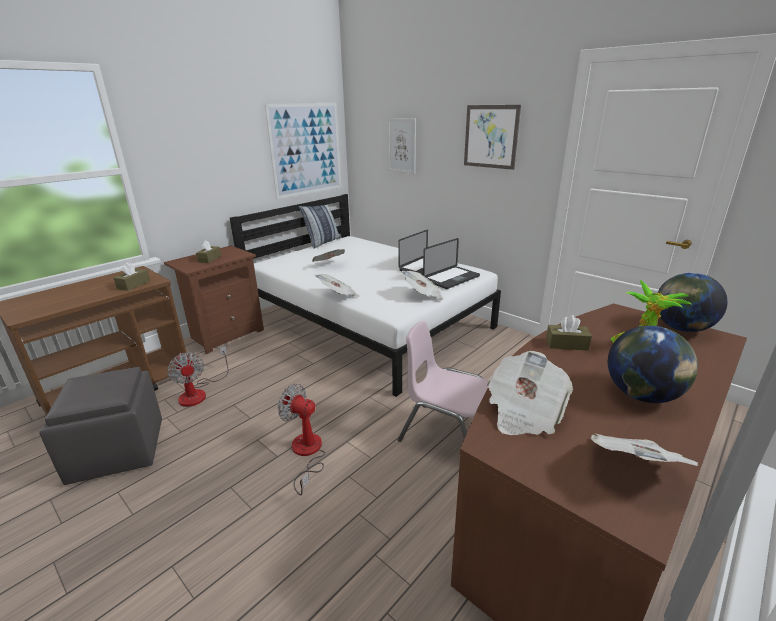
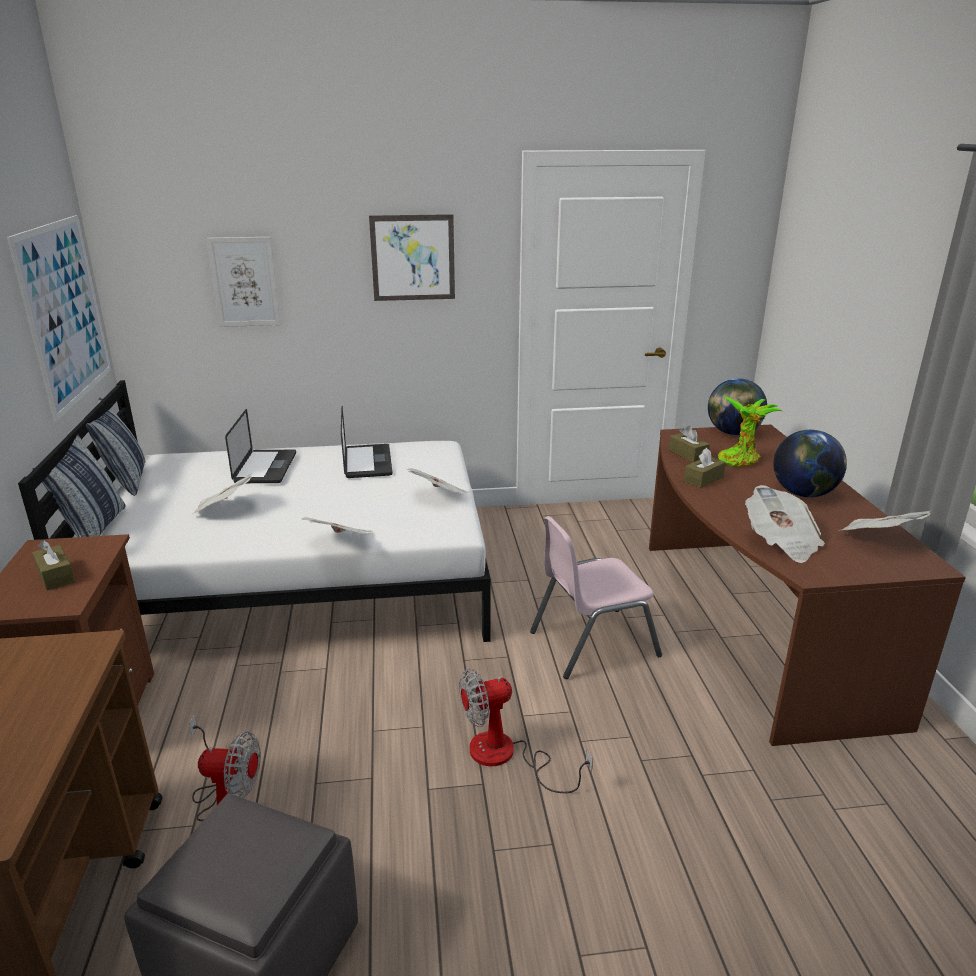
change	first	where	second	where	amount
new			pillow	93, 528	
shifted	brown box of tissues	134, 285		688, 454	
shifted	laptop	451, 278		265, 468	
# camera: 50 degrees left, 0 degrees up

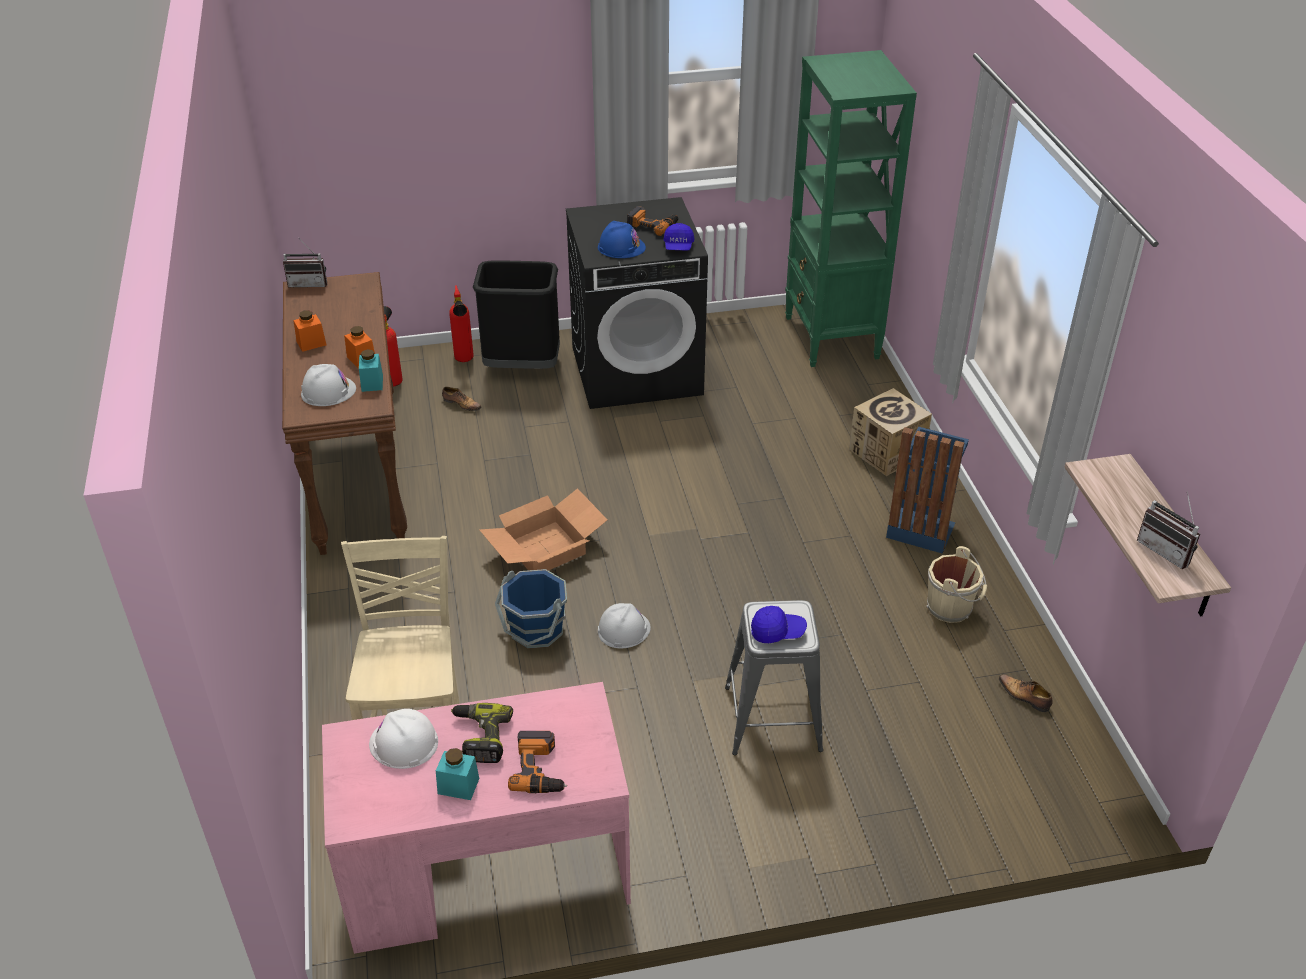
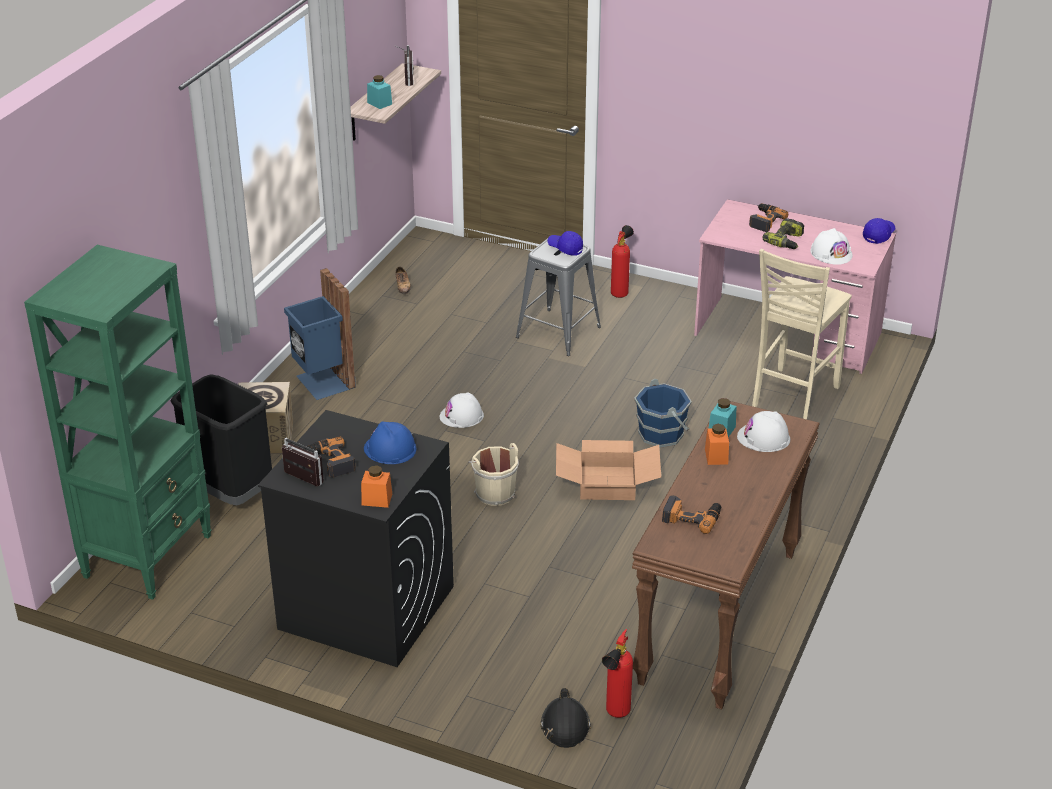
change	first	where	second	where	amount
gone	shoe	461, 404			
new			blackish hard hat	565, 726	
new			drill	691, 517	
shifted	radio receiver	309, 283		300, 480	
shifted	orange jar	311, 343		377, 499	
shifted	turquoise jar	458, 786		379, 103	
shifted	fire-fighting cylinder	464, 361		620, 293	
shifted	blackish rubbish bin	522, 367		231, 493	
shifted	white-coloured hard hat	623, 629		461, 416	
shifted	blue baseball cap	678, 246		878, 235	
shifted	beige pail	951, 608		494, 493	
# camera: 145 degrees left, 5 degrees down

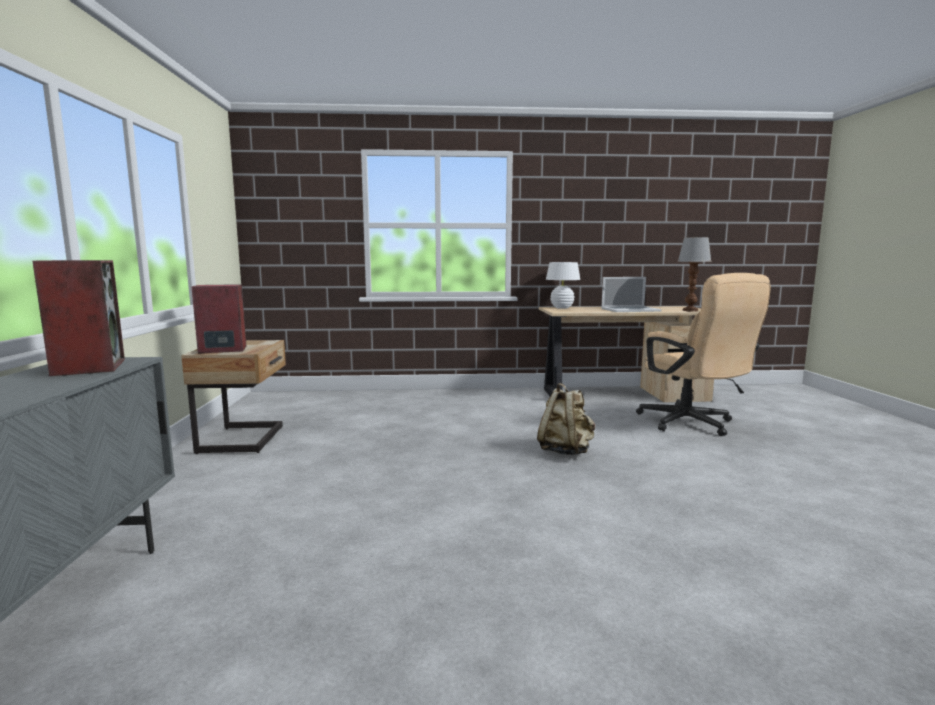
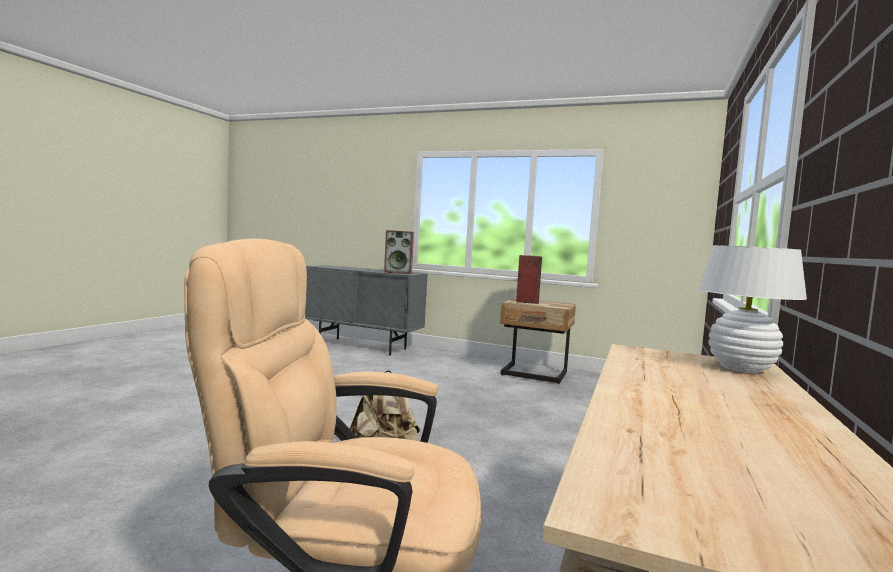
change	first	where	second	where	amount
gone	laptop	630, 310			
gone	lamp for a table	691, 310			
# camera: 115 degrees right, 5 degrees down

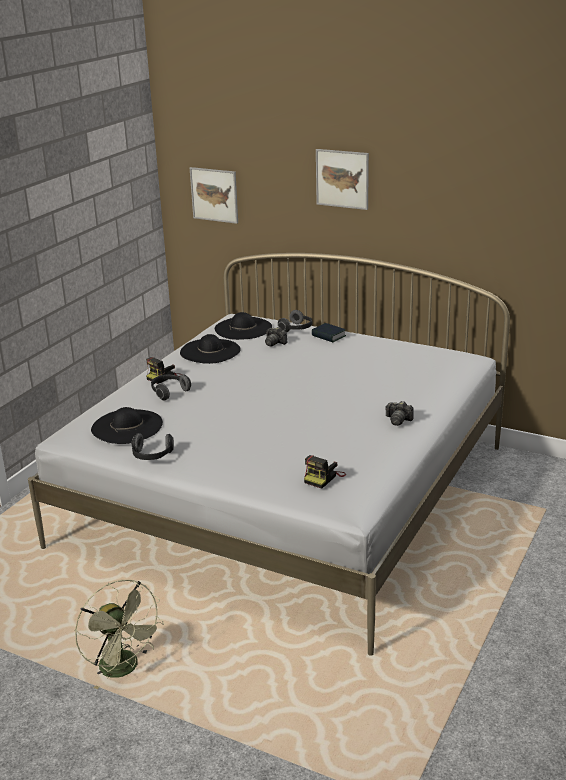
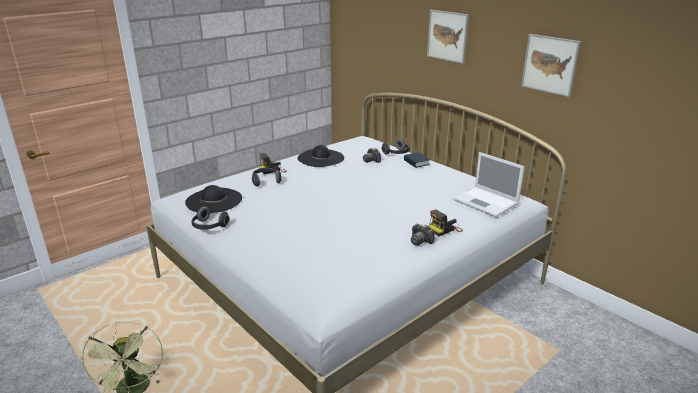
change	first	where	second	where	amount
gone	blackish wearable hat	243, 328			
new			laptop	486, 202	
shifted	picture	214, 195		550, 64	
shifted	still camera	323, 477		444, 229	
# camera: 20 degrees right, 0 degrees up

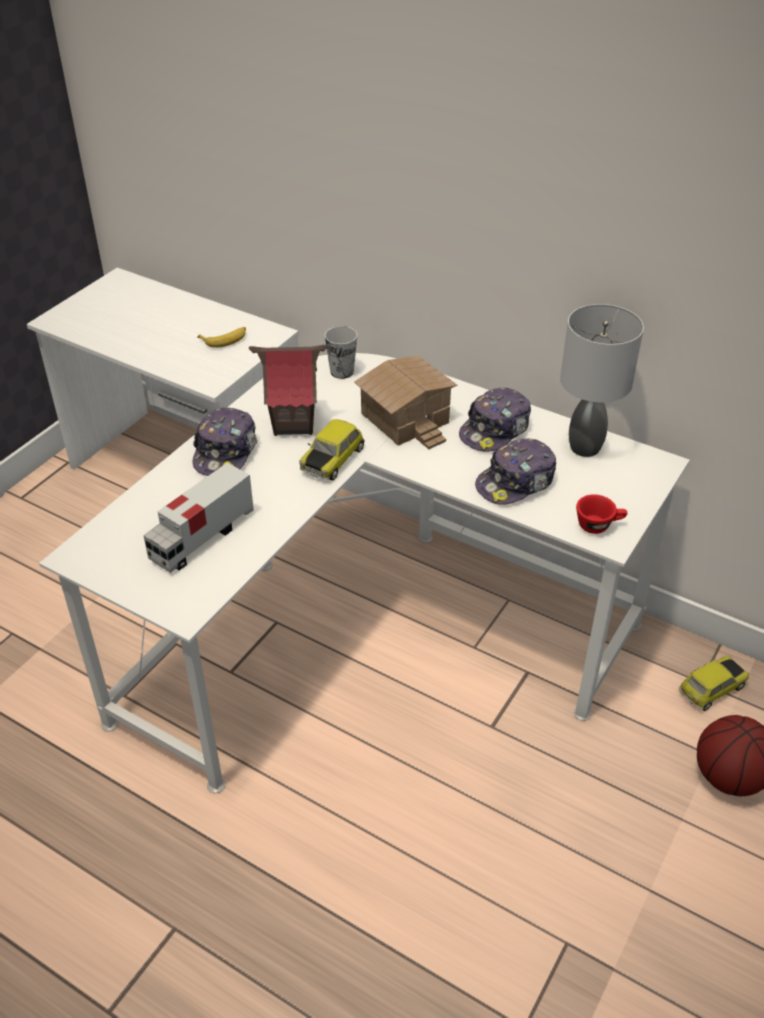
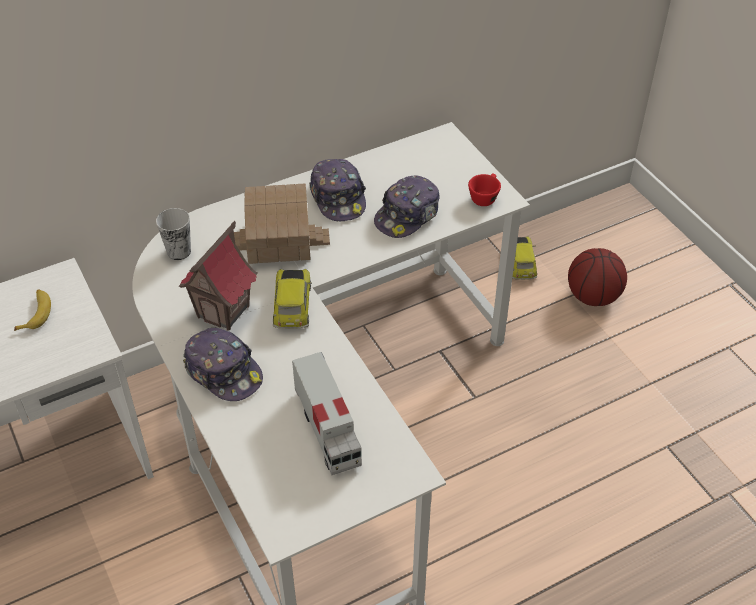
change	first	where	second	where	amount
gone	grey lamp for a table	585, 447			
rotated	model car	332, 459		293, 306	150 degrees counterclockwise
rotated	baseball cap	516, 482		407, 215	45 degrees clockwise
# camera: 60 degrees left, 5 degrees up

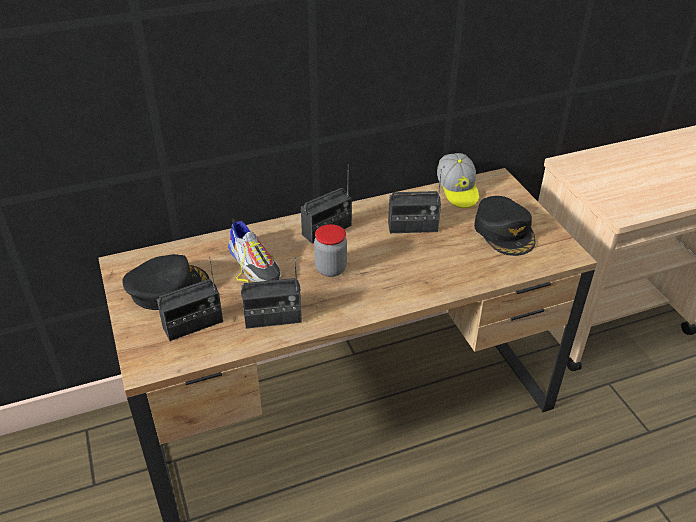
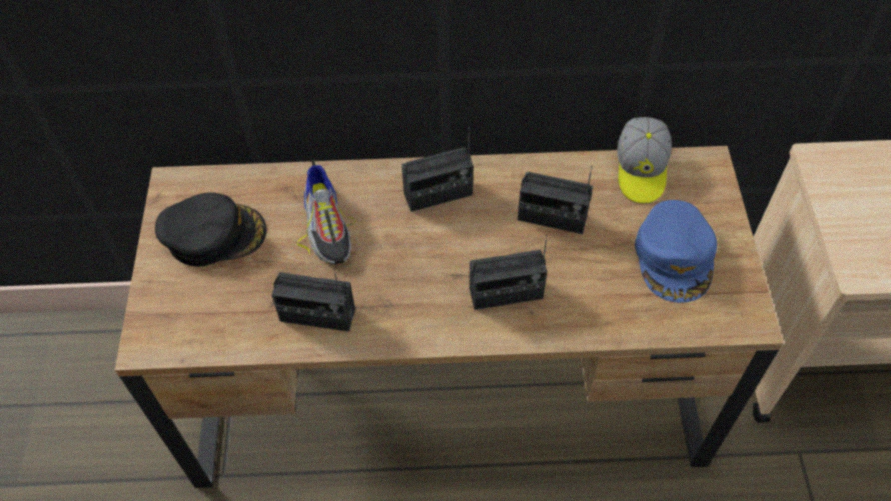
change	first	where	second	where	amount
gone	jar	330, 269			
shifted	radio receiver	193, 325		506, 294	
repainted	blackish baseball cap	504, 231	blue baseball cap	675, 257	
# camera: 20 degrees right, 15 degrees up

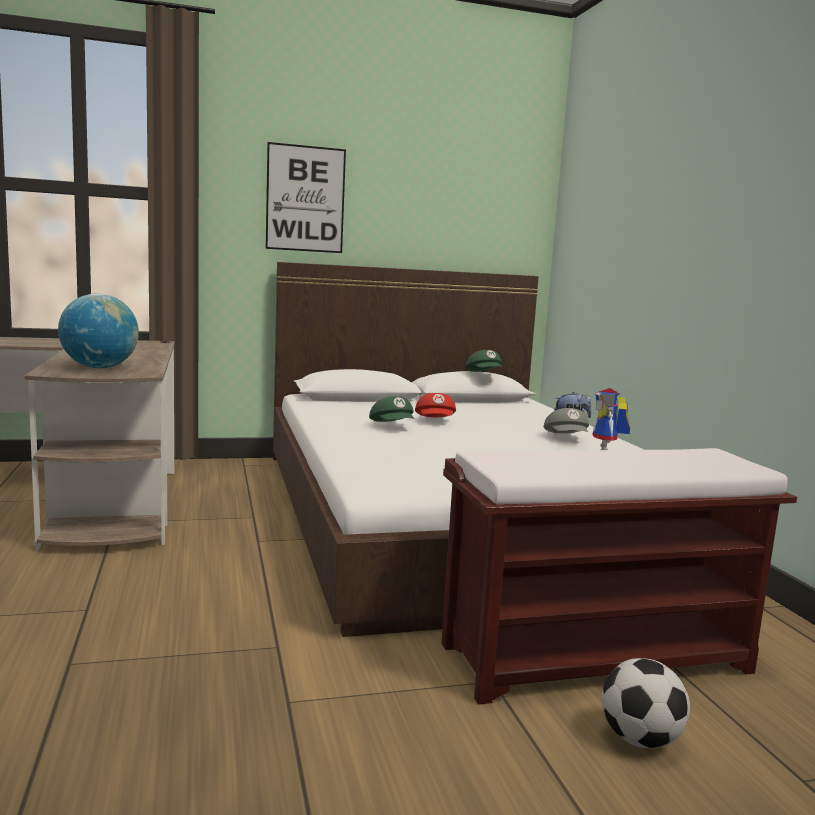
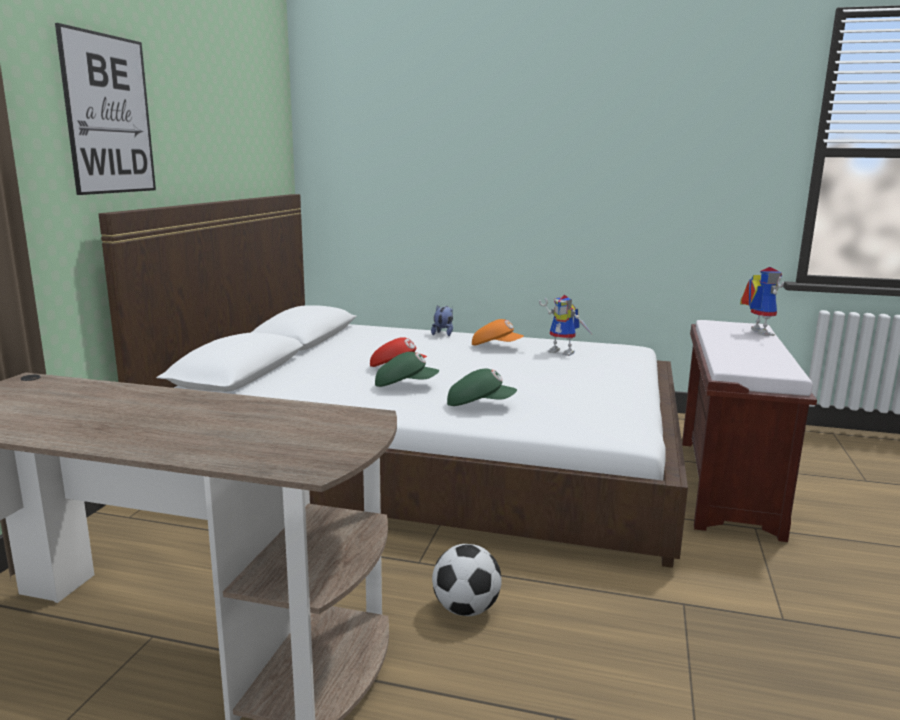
change	first	where	second	where	amount
gone	globe	100, 368			
new			model robot	756, 332	
shifted	greenish baseball cap	484, 374		479, 405	
shifted	football	640, 740		466, 609	
repainted	grey baseball cap	567, 438	orange baseball cap	496, 346	
# camera: 60 degrees left, 5 degrees up

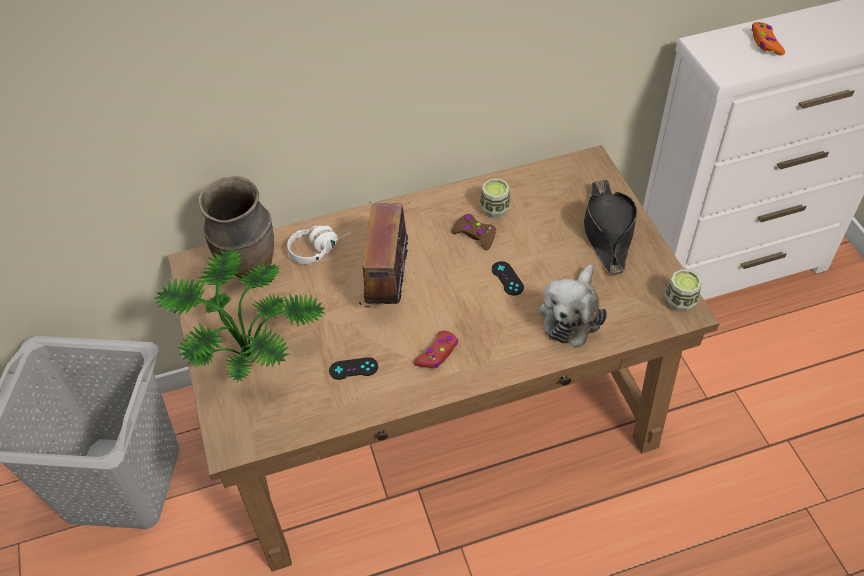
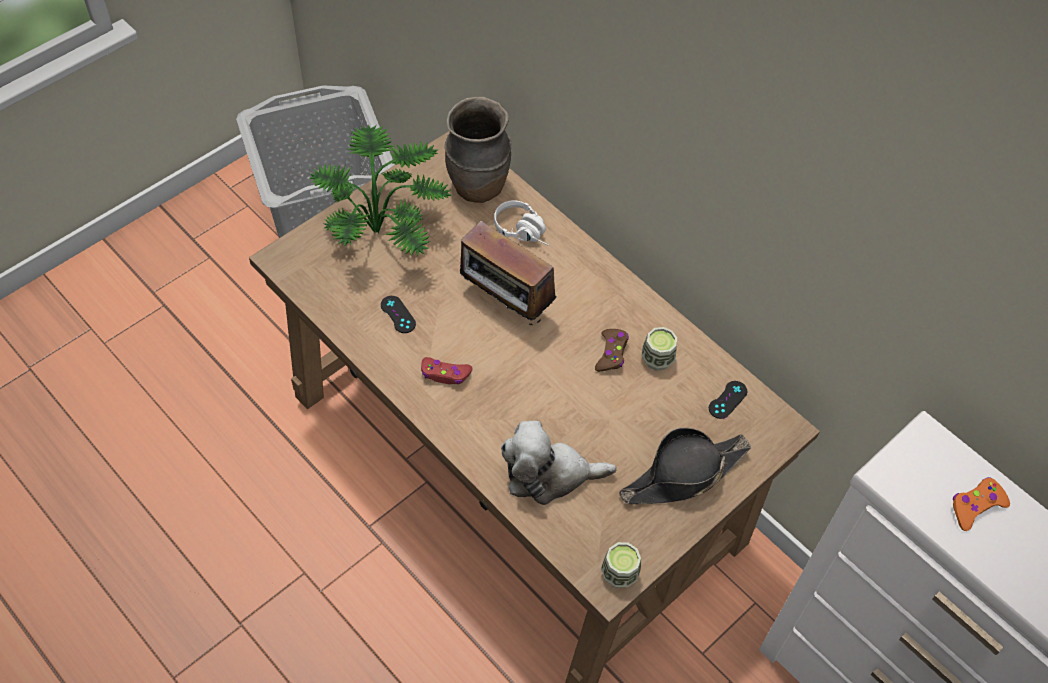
change	first	where	second	where	amount
shifted	blackish joypad	507, 278		727, 400	
rotated	radio receiver	387, 287		505, 304	120 degrees counterclockwise
# camera: 60 degrees right, 5 degrees up

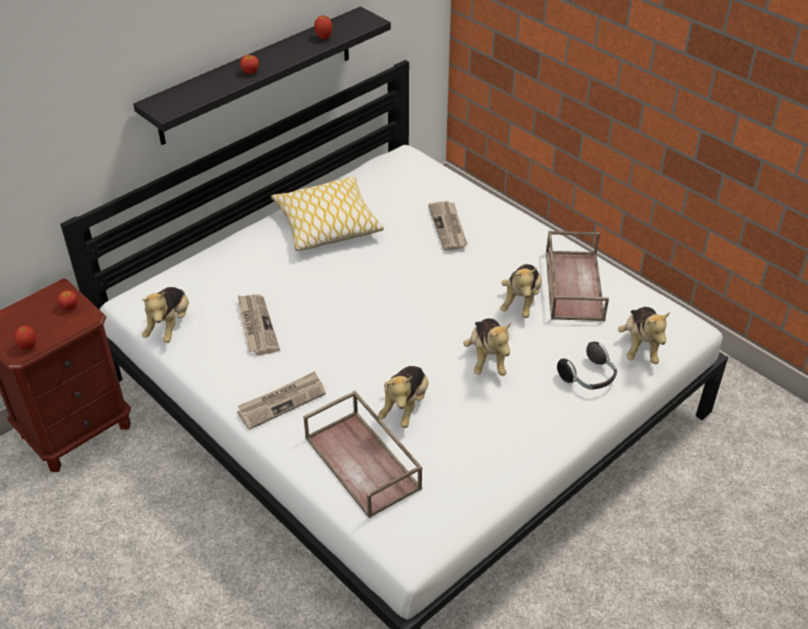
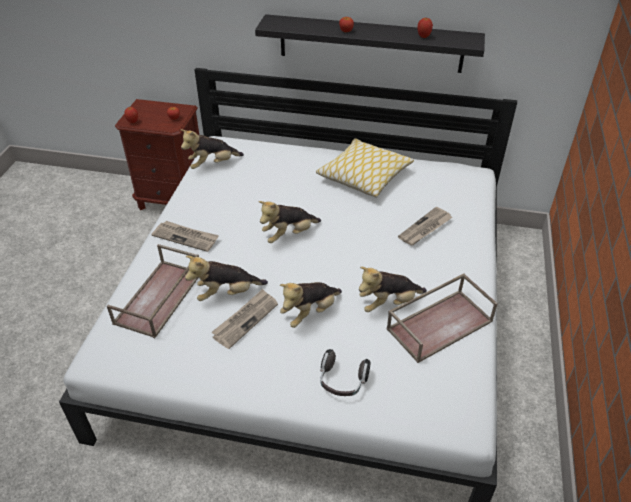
change	first	where	second	where	amount
shifted	daily paper	256, 326		245, 319	
shifted	soft toy	640, 346		289, 235	
# camera: 55 degrees right, 0 degrees up

